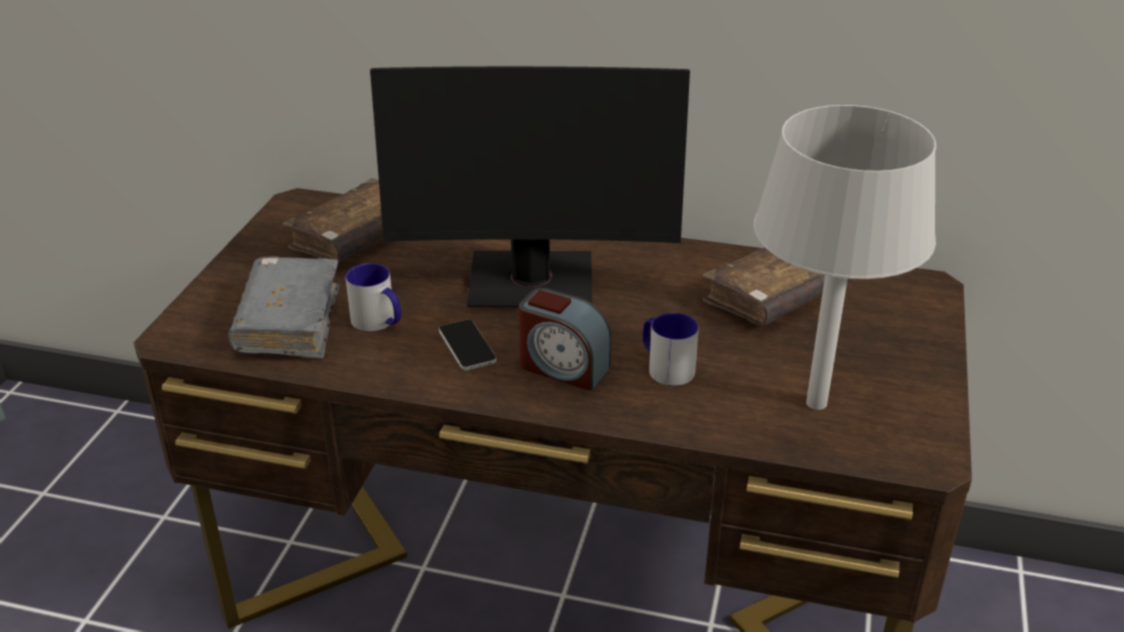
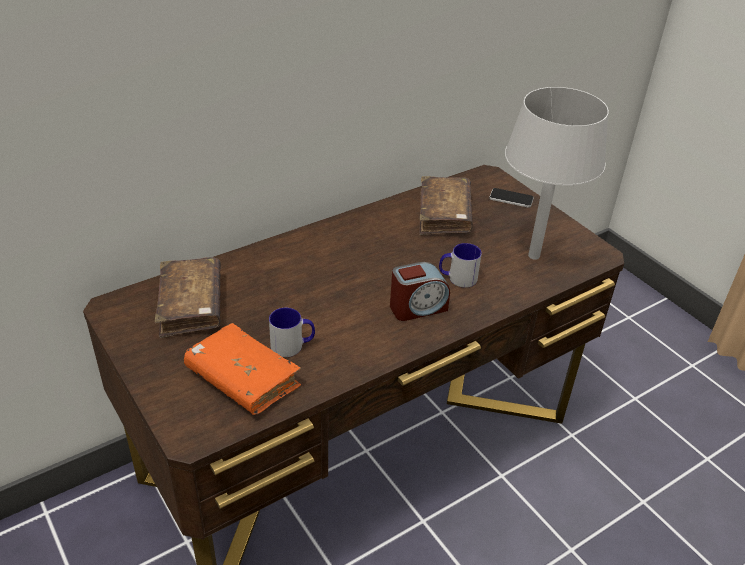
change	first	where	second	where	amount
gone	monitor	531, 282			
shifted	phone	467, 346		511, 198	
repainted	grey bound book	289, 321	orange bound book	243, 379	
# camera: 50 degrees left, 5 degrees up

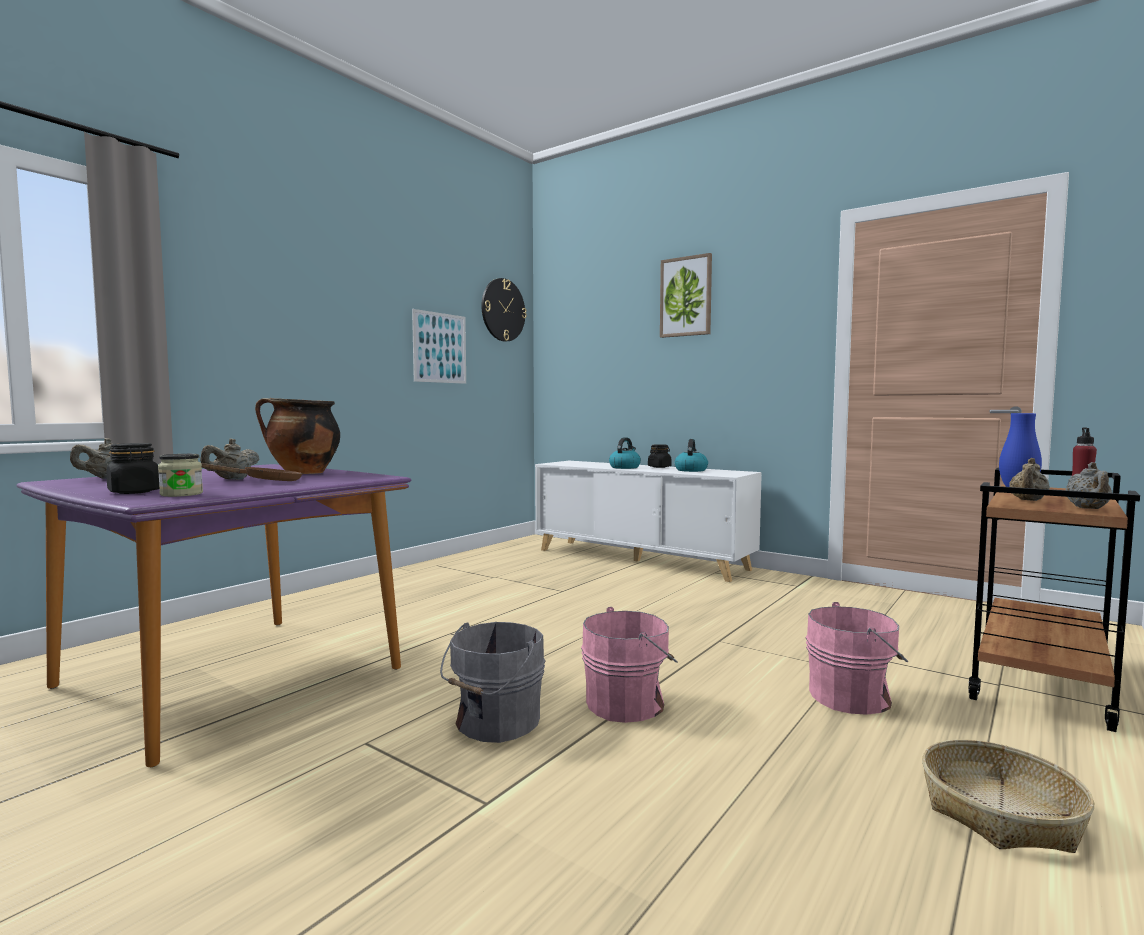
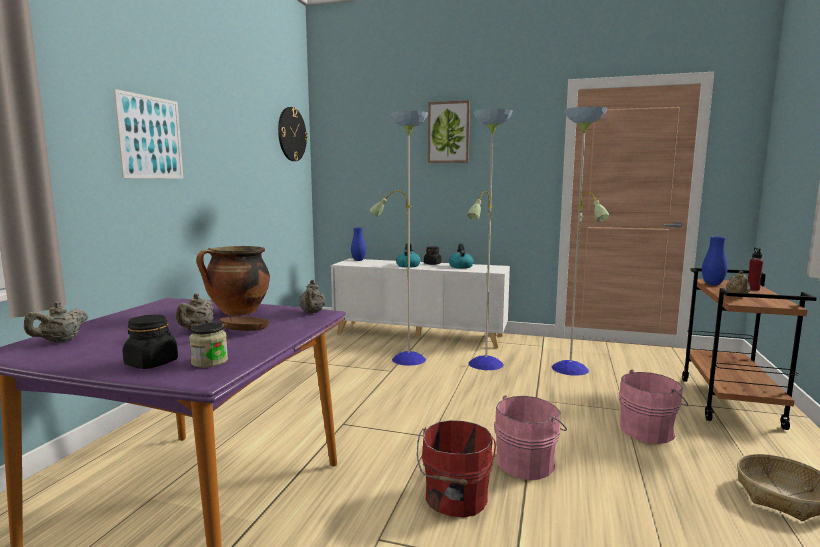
change	first	where	second	where	amount
new			blue decorative vase	358, 260	
new			standard lamp	485, 364	
shifted	picture	440, 348		151, 137	
shifted	grey teapot	1088, 509		312, 312	
repainted	grey pail	494, 722	reddish pail	455, 499	
# camera: 20 degrees left, 5 degrees up

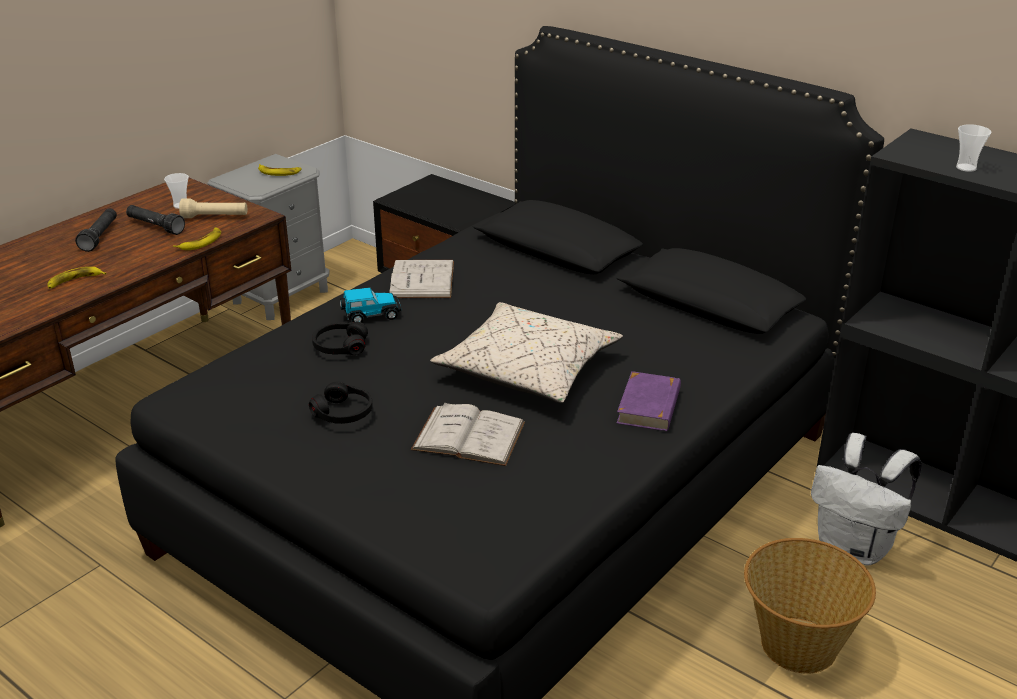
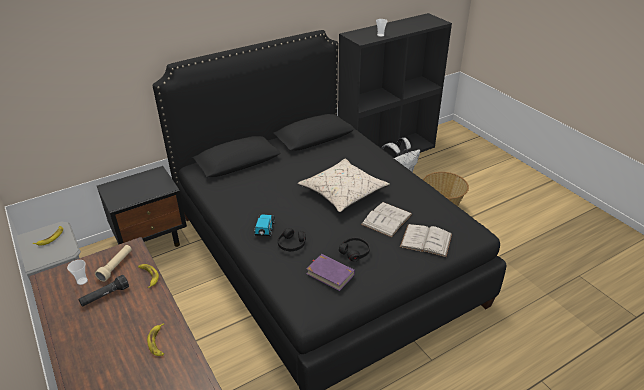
change	first	where	second	where	amount
gone	blackish flashlight	100, 236			
shifted	white-coloured bound book	422, 279		426, 240	
shifted	purplish bound book	649, 406		330, 274	
# camera: 70 degrees left, 5 degrees up

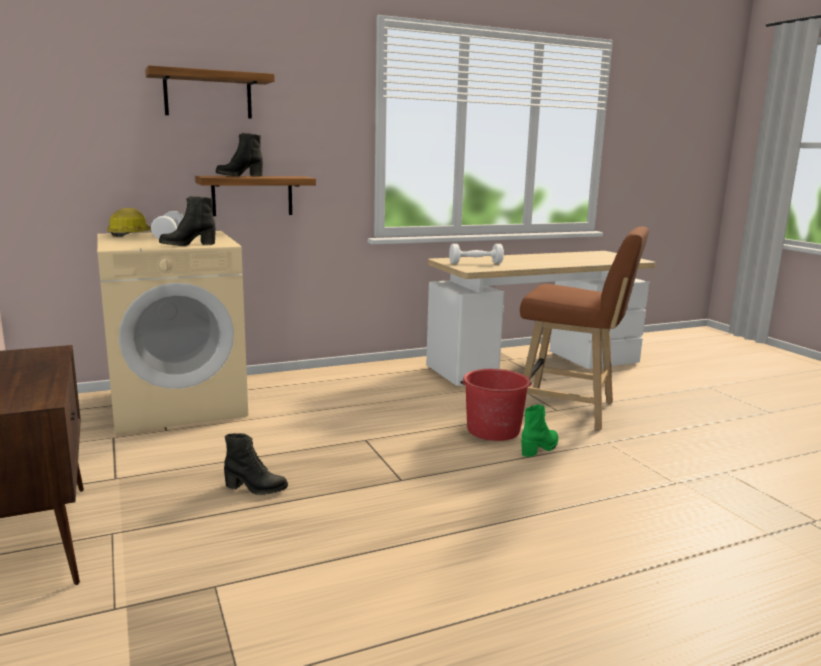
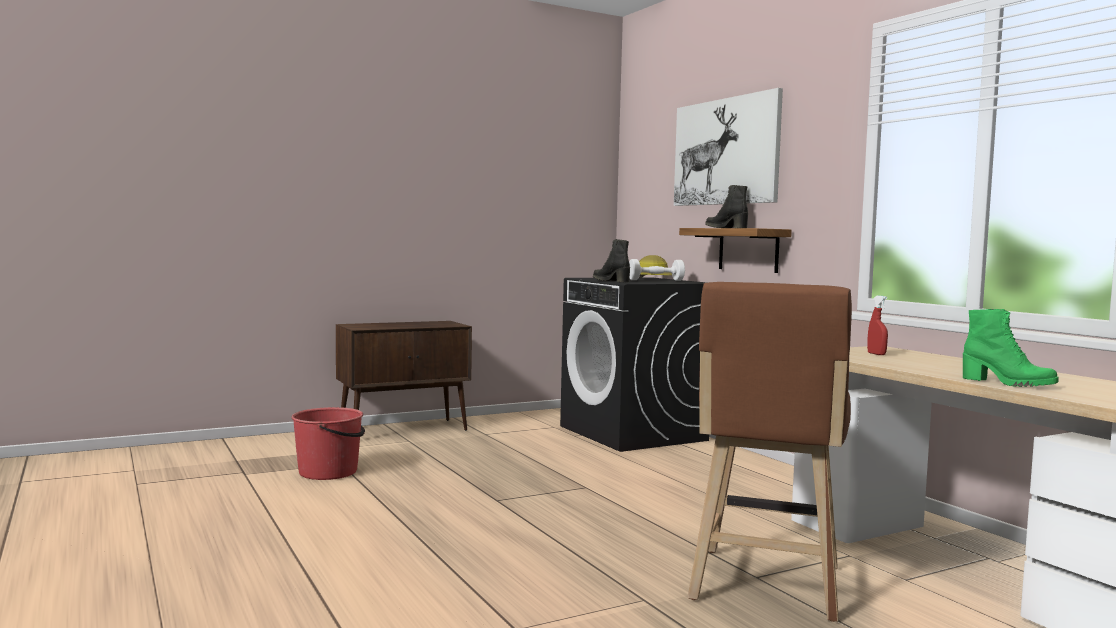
change	first	where	second	where	amount
gone	blackish tall boot	255, 488			
shifted	reddish pail	493, 430		329, 472	
shifted	greenish tall boot	540, 448		1007, 383	
swapped	shelf	208, 95	picture	725, 152	
swapped	white-coloured dumbbell	475, 263	reddish sprayer	876, 354	
repainted	beige laundry machine	179, 404	blackish laundry machine	633, 433	
# camera: 85 degrees right, 10 degrees down

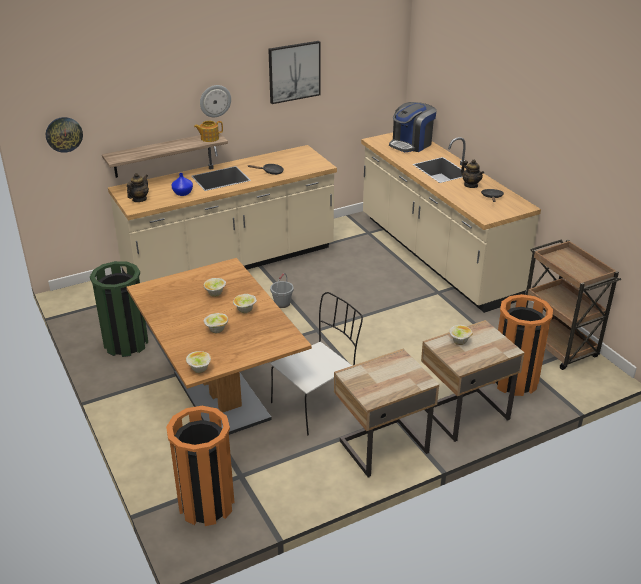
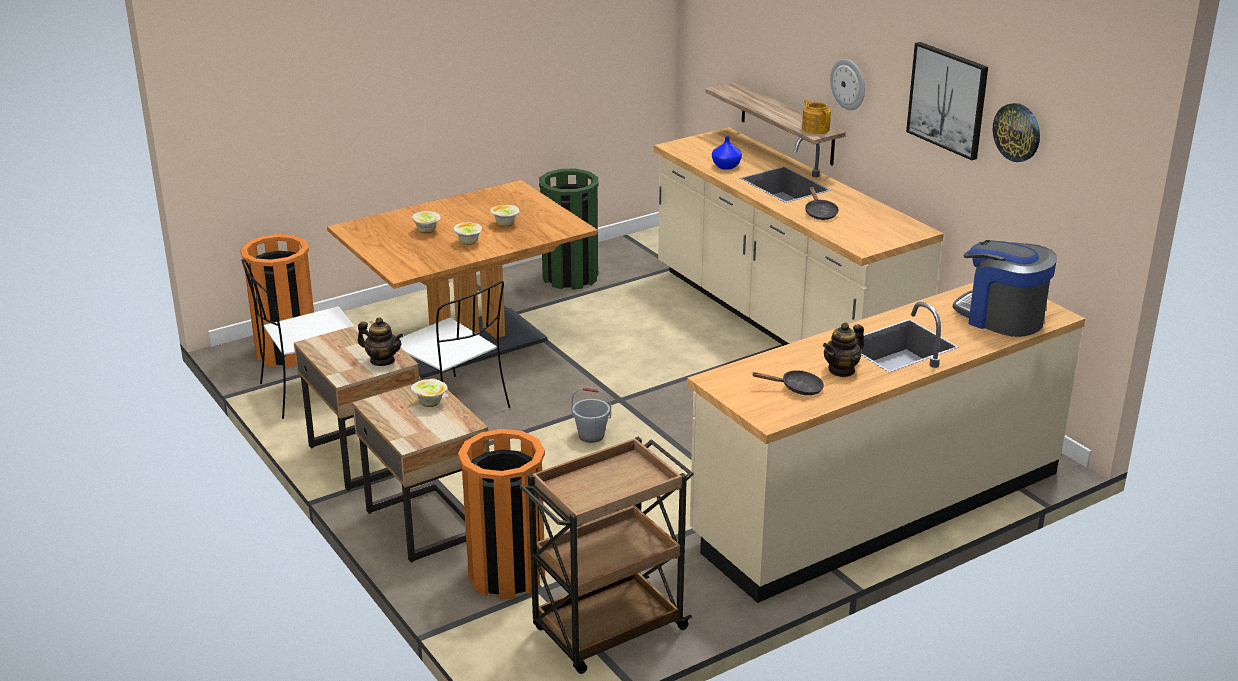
change	first	where	second	where	amount
gone	bowl	199, 370			
new			white-coloured upright chair	311, 392	
shifted	hanging clock	64, 134		1017, 132	
shifted	teapot	139, 199		382, 361	
shifted	grey pail	282, 303		591, 436	
# camera: 85 degrees right, 5 degrees down

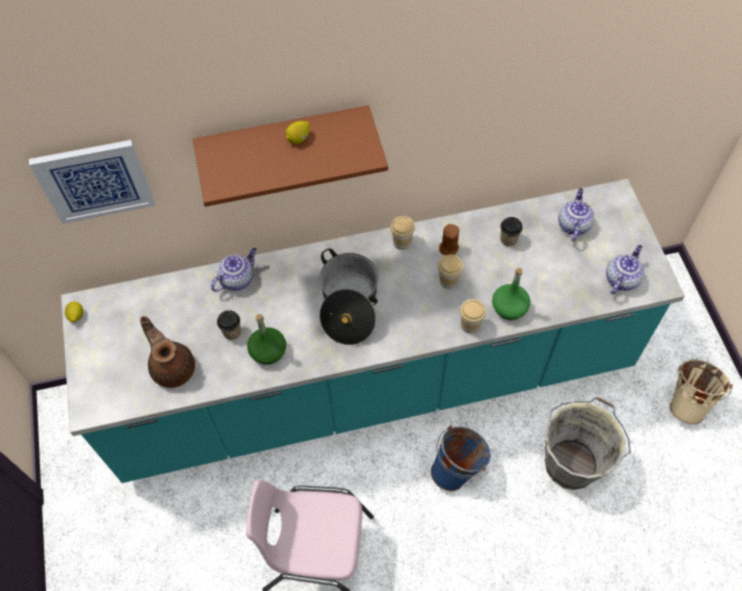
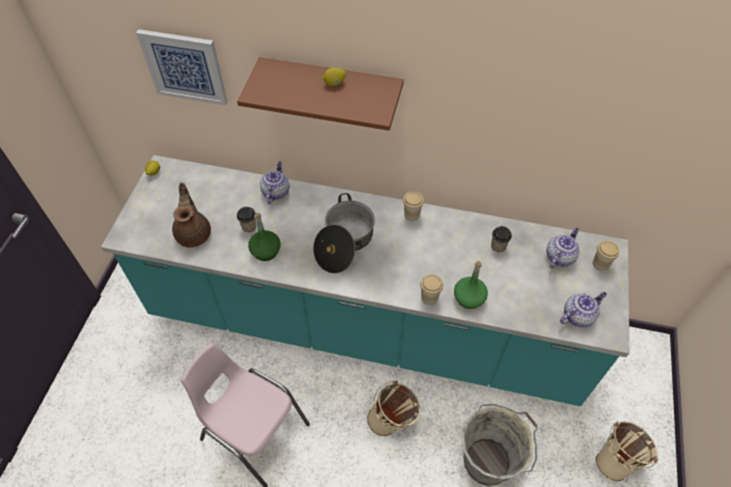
change	first	where	second	where	amount
gone	brown wax light	448, 247			
shifted	drinking cup	448, 281		600, 264	
repainted	blue pail	458, 470	beige pail	393, 421	
rotated	teapot	237, 279		275, 192	60 degrees counterclockwise
# camera: 25 degrees right, 5 degrees down

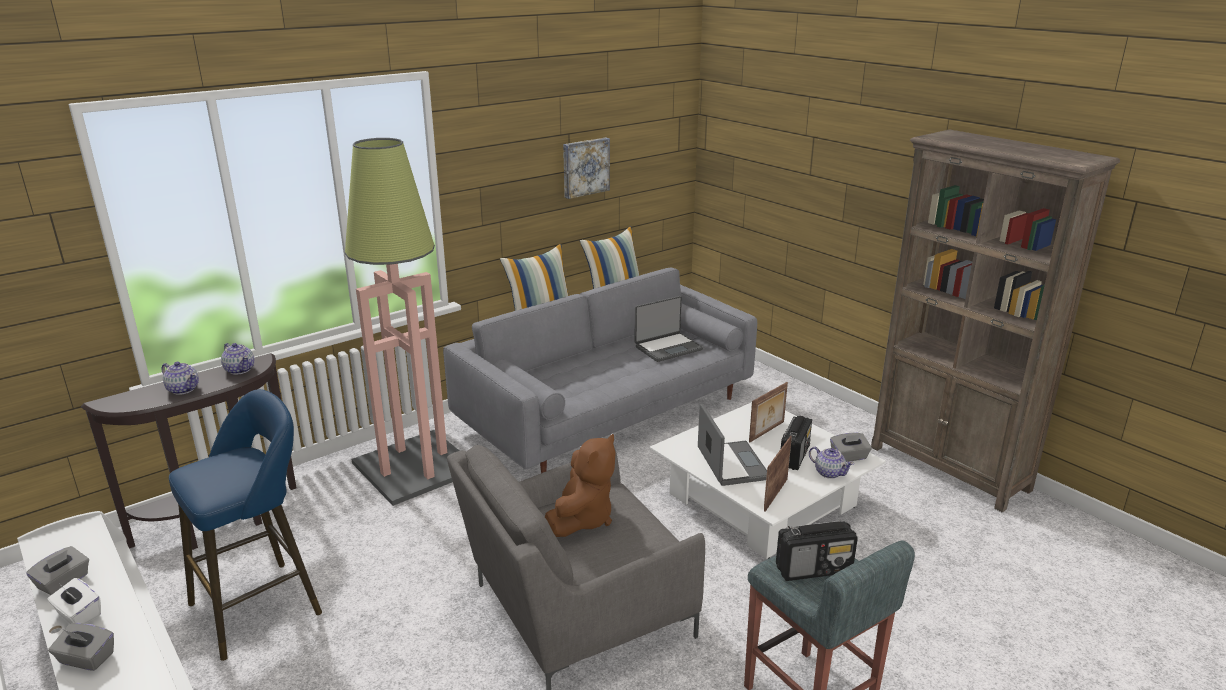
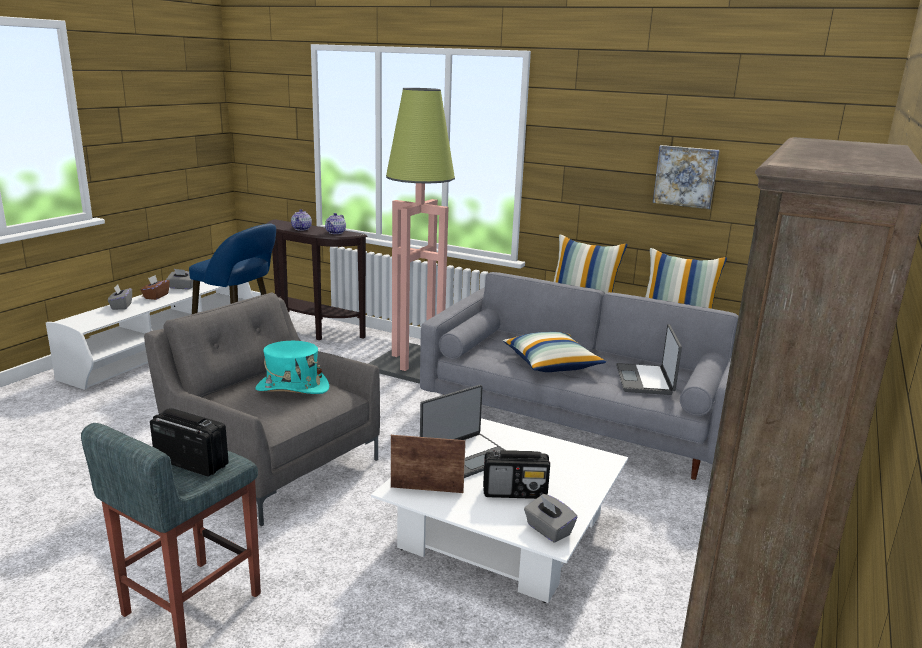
change	first	where	second	where	amount
gone	standing frame	767, 432			
gone	teapot	829, 473			
new			pillow	551, 364	
swapped	brown soft toy	582, 519	turquoise wearable hat	292, 388	
repainted	white-coloured box of tissues	78, 615	brown box of tissues	156, 296	
rotated	laptop	668, 348		645, 380	60 degrees clockwise
rotated	radio receiver	814, 569		190, 462	150 degrees clockwise
# camera: 65 degrees right, 5 degrees down

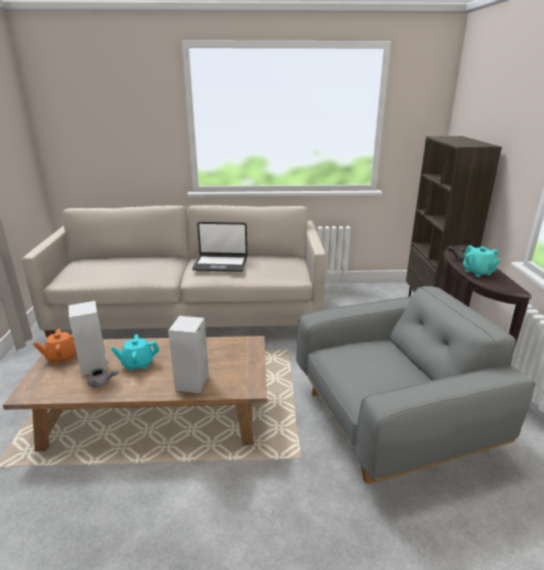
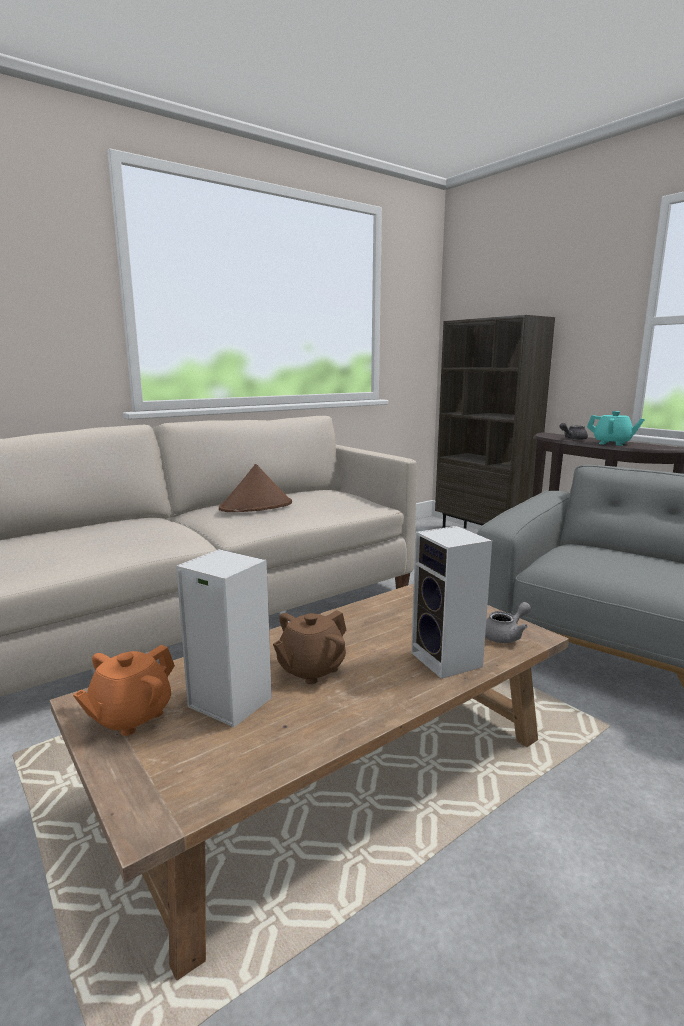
change	first	where	second	where	amount
shifted	grey teapot	102, 383		505, 636	
swapped	laptop	220, 264	brown wearable hat	256, 506	
repainted	turquoise teapot	137, 364	brown teapot	310, 669	
# camera: 35 degrees left, 10 degrees down

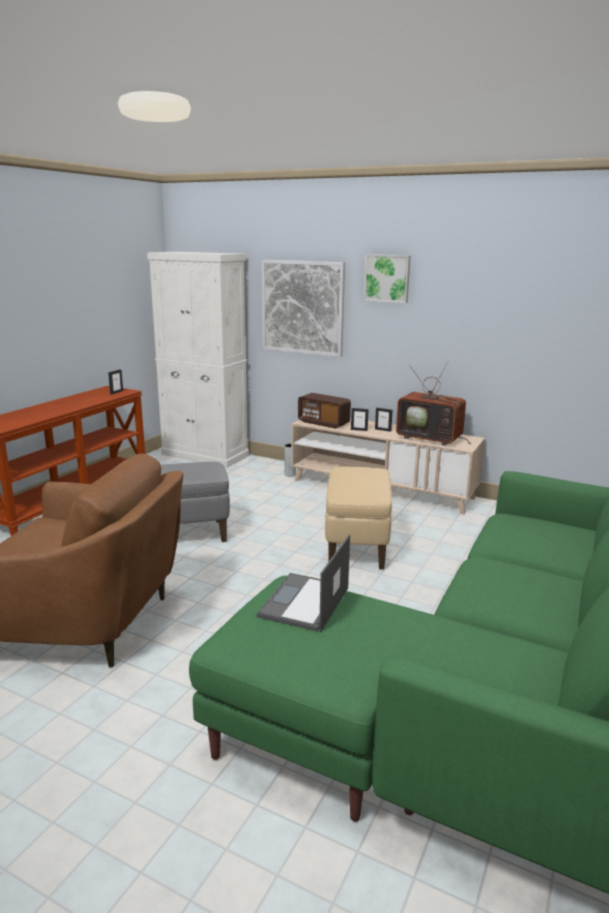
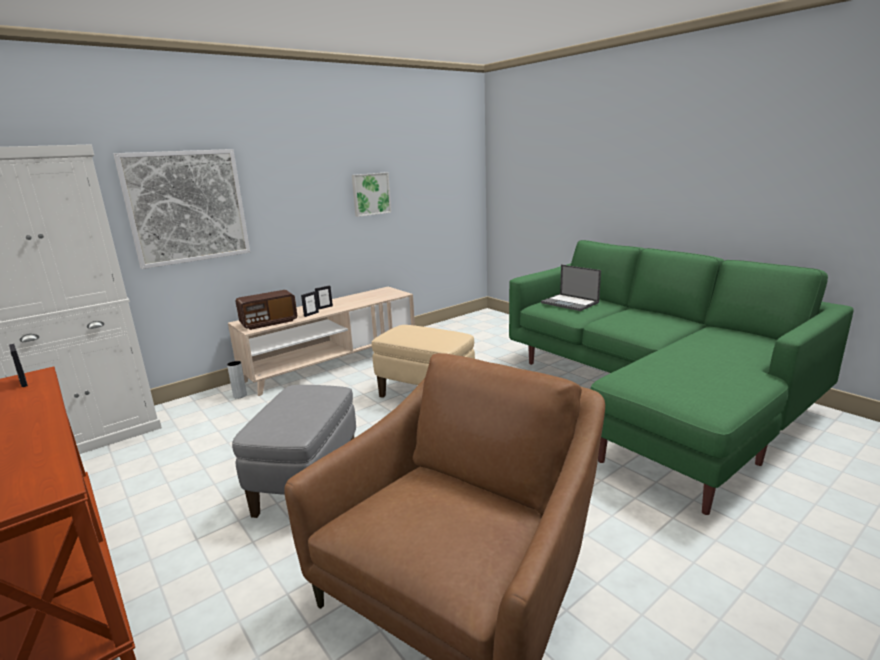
change	first	where	second	where	amount
gone	television	431, 438			
shifted	laptop	304, 603		570, 303	
shifted	picture	387, 278		370, 194	
# camera: 65 degrees left, 0 degrees up

